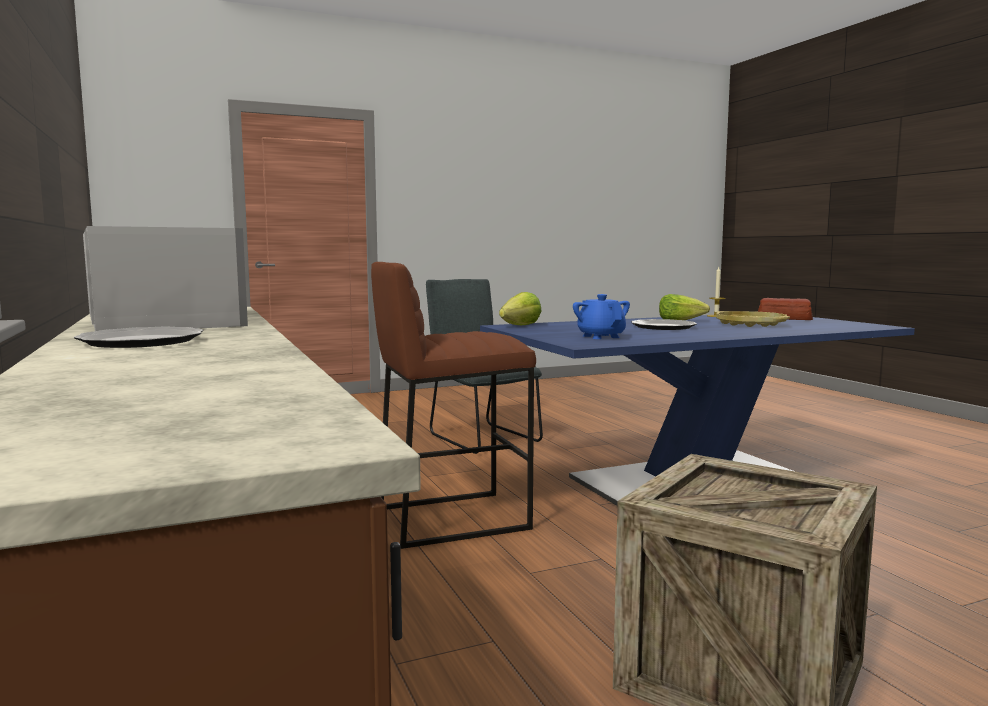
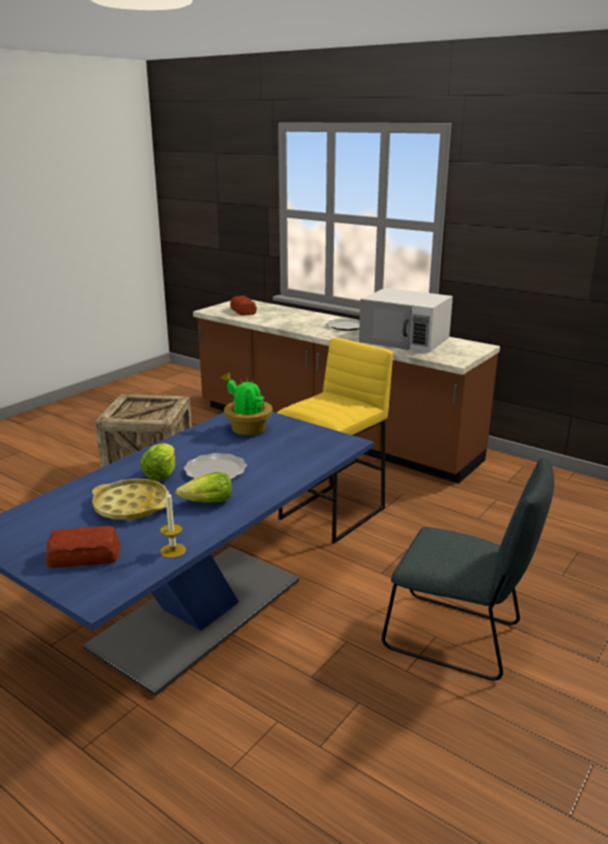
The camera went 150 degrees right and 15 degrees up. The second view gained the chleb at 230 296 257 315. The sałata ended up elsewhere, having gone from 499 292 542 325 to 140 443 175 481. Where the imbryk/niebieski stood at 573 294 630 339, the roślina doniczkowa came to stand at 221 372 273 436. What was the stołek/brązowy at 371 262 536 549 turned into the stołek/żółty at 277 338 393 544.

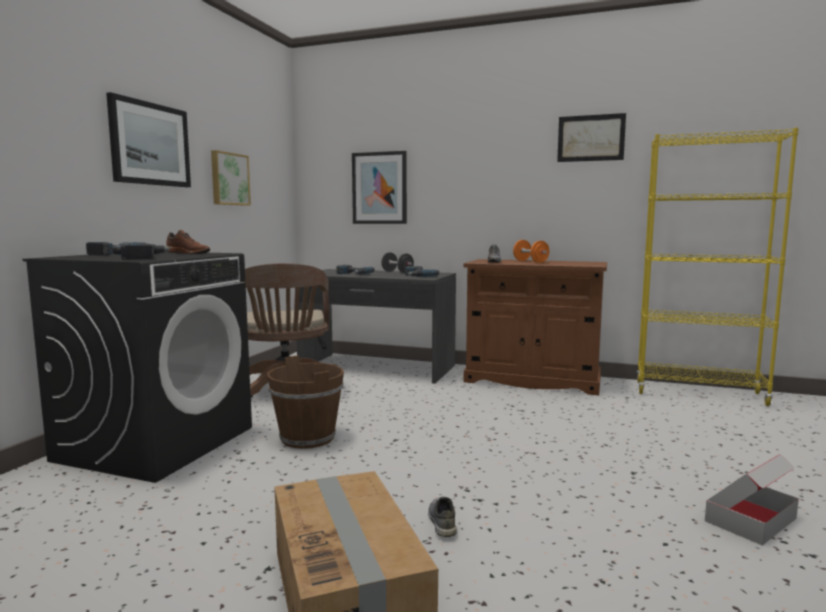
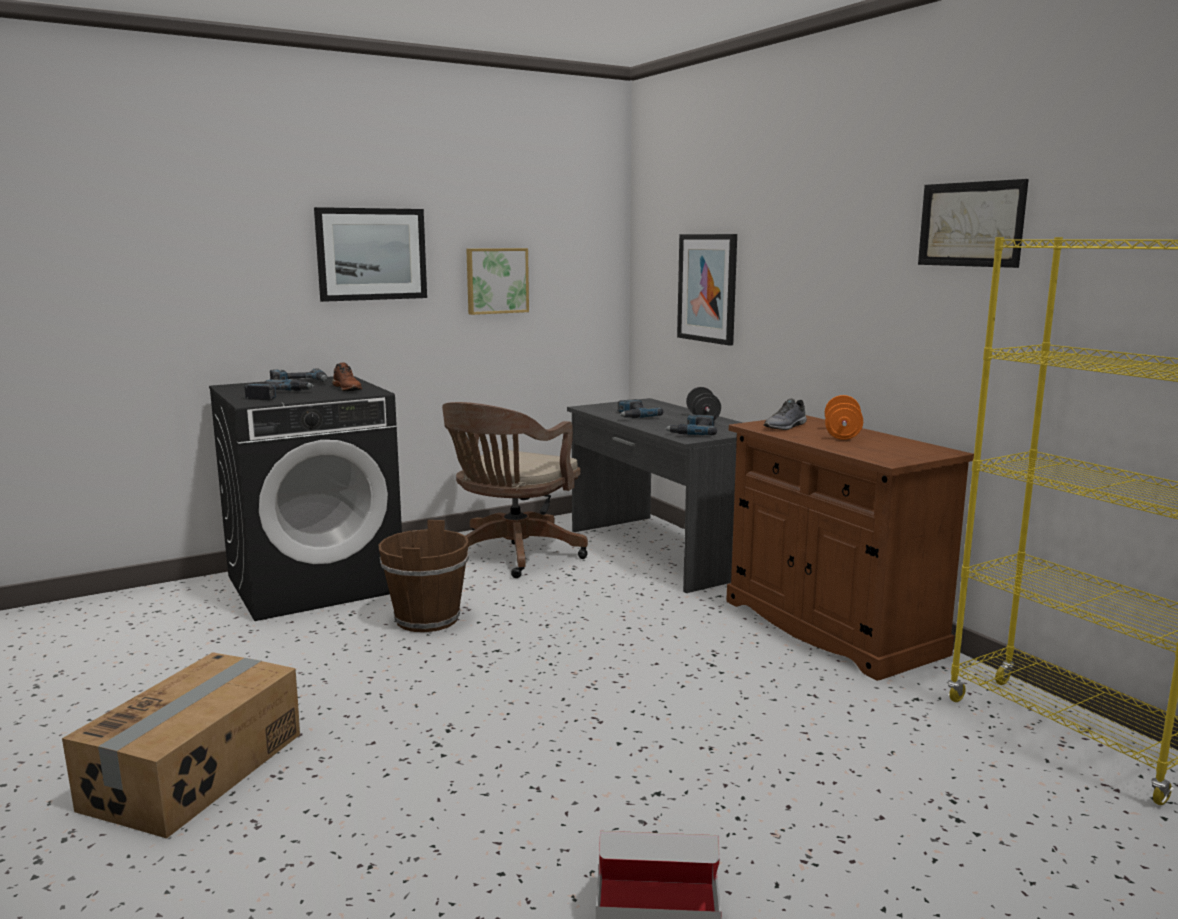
The camera went 40 degrees right and 5 degrees up. The second view lost the but/szary at 428 497 457 537.

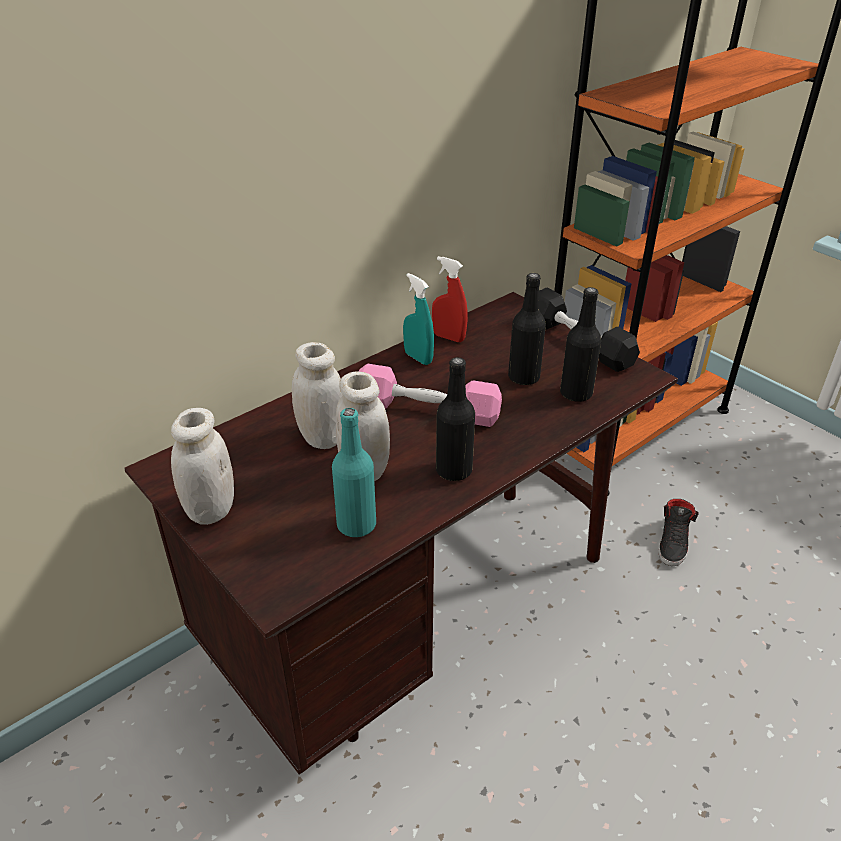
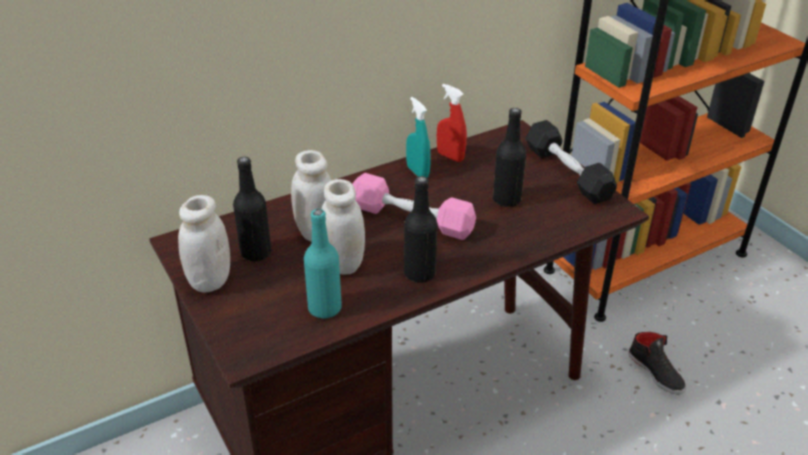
The camera went 10 degrees right and 0 degrees up. The butelka/czarny ended up elsewhere, having gone from 560 287 601 402 to 233 157 271 262. The but/czarny at 659 499 699 566 ended up facing another way, 60 degrees counterclockwise from before.

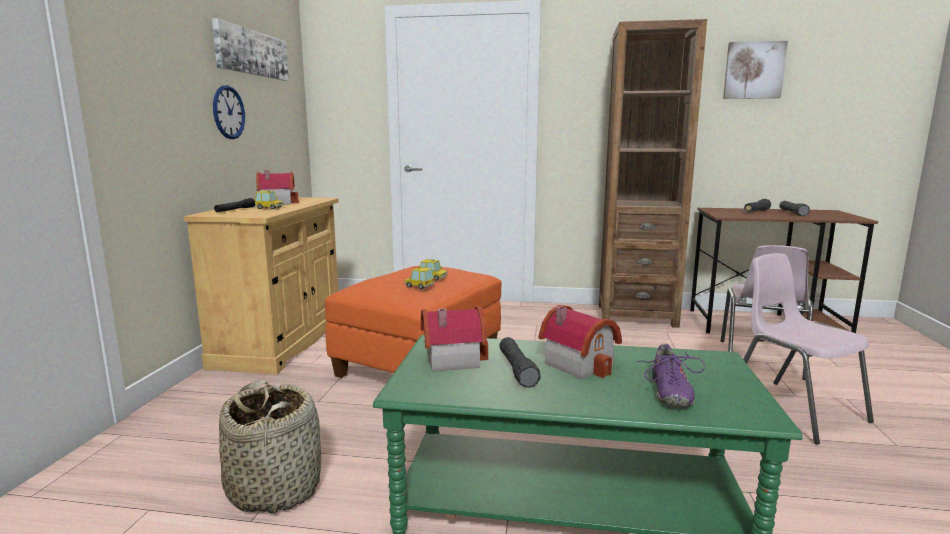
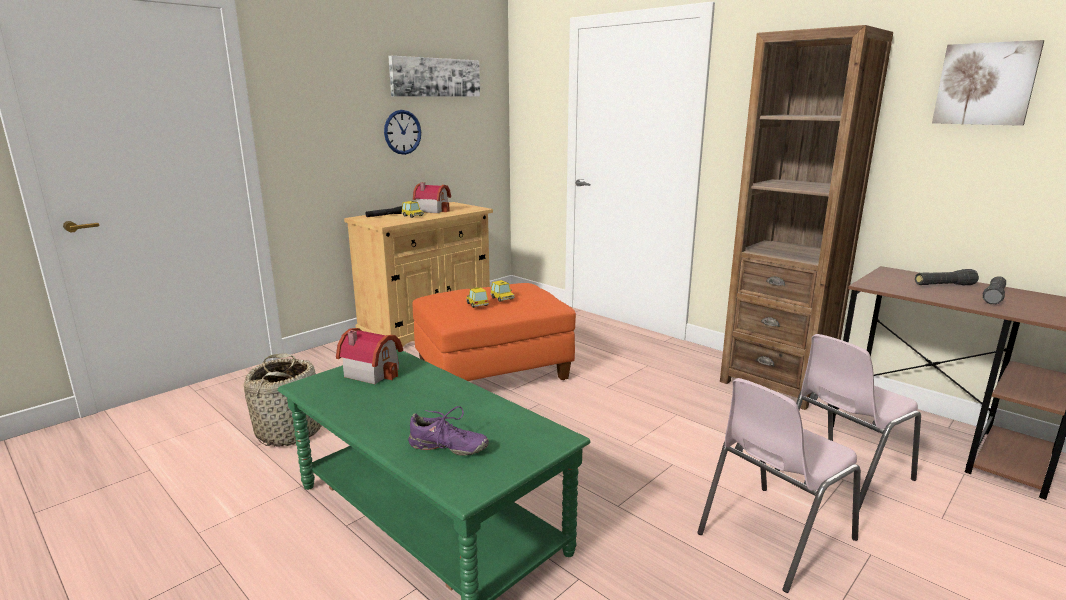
The camera went 35 degrees right and 5 degrees up. The second view lost the latarka/czarny at 499 337 541 388. The second view lost the domek at 539 305 622 379. The but/fioletowy at 637 344 705 407 ended up facing another way, 120 degrees counterclockwise from before. The krzesło/różowy at 743 253 874 444 ended up facing another way, 135 degrees counterclockwise from before.

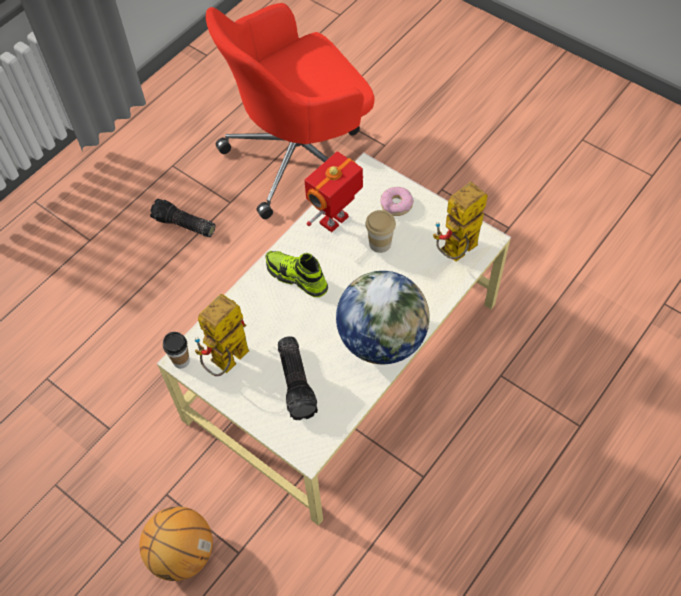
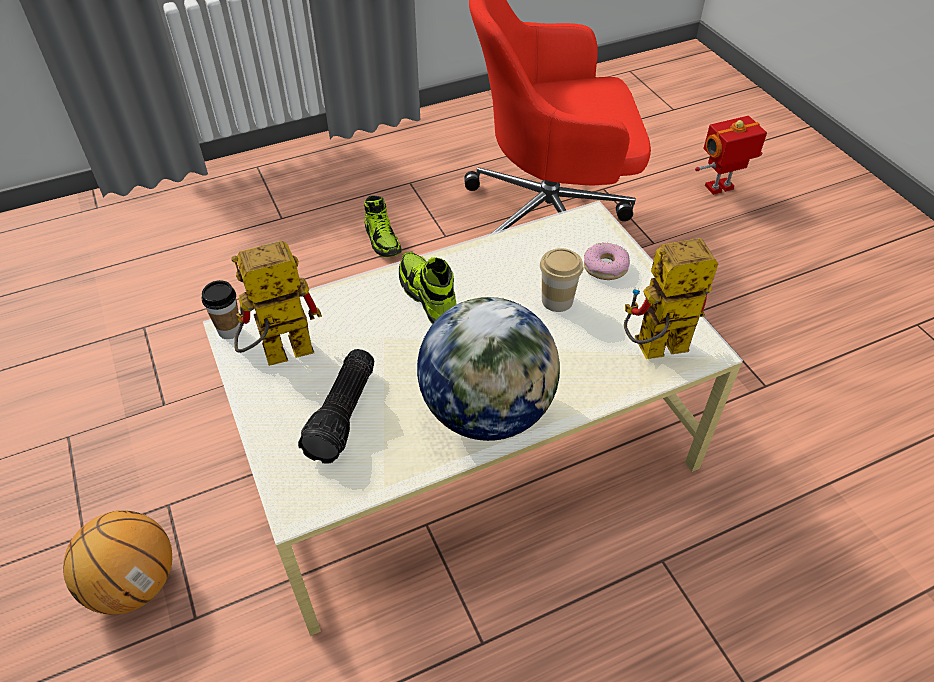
The camera went 25 degrees right and 10 degrees down. The robot zabawkowy ended up elsewhere, having gone from 304 151 363 232 to 695 116 767 195. Where the latarka stood at 150 199 215 237, the but came to stand at 364 196 402 257.

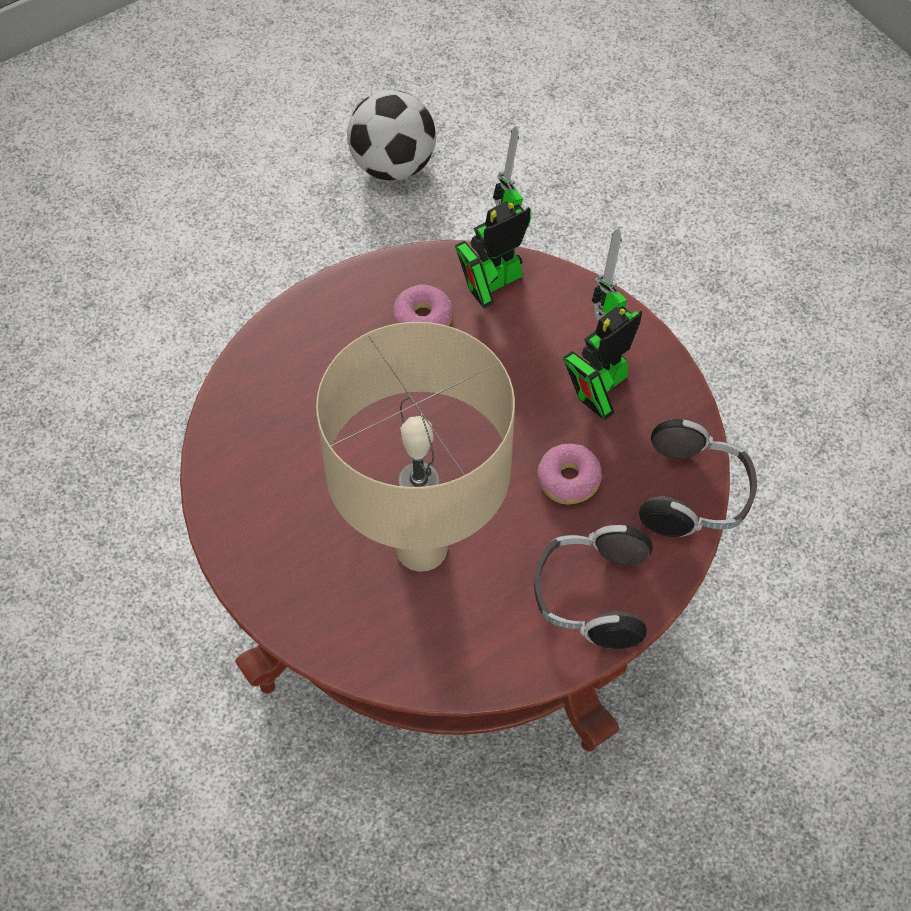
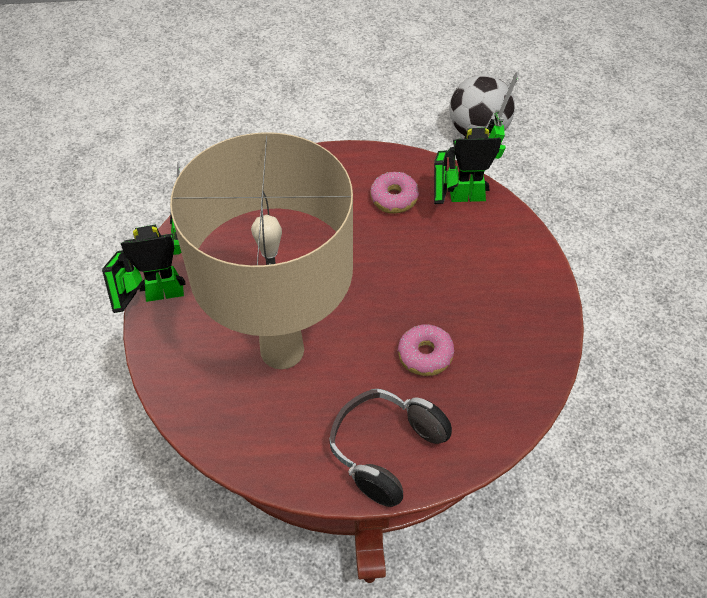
The camera went 30 degrees right and 5 degrees down. The second view lost the słuchawki at 639 419 757 537. The robot zabawkowy ended up elsewhere, having gone from 563 229 642 420 to 102 161 186 313.

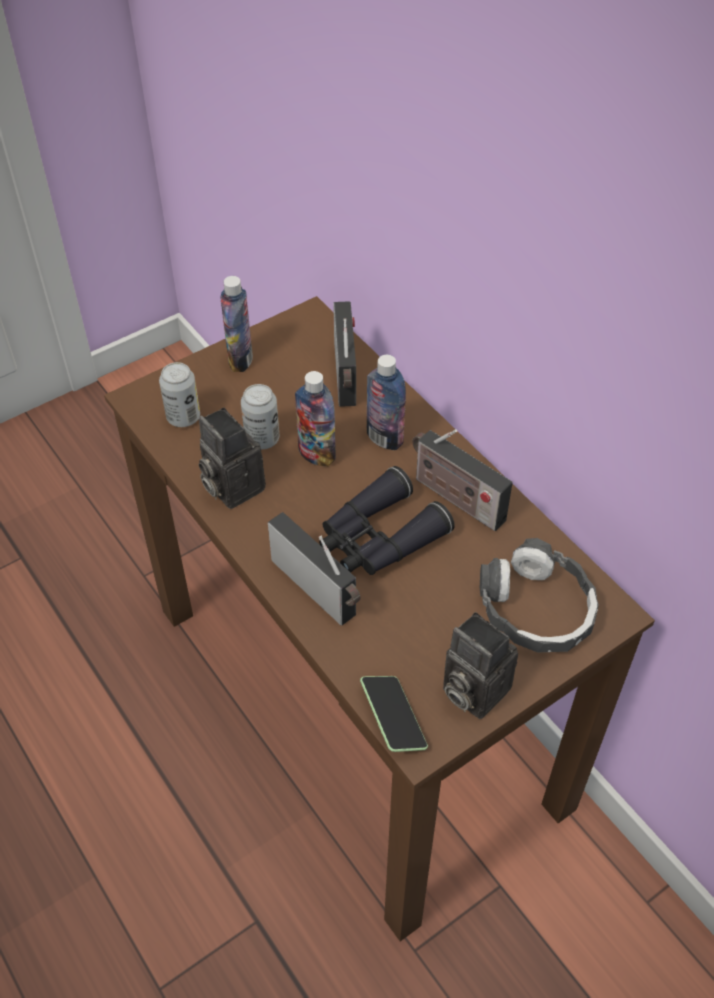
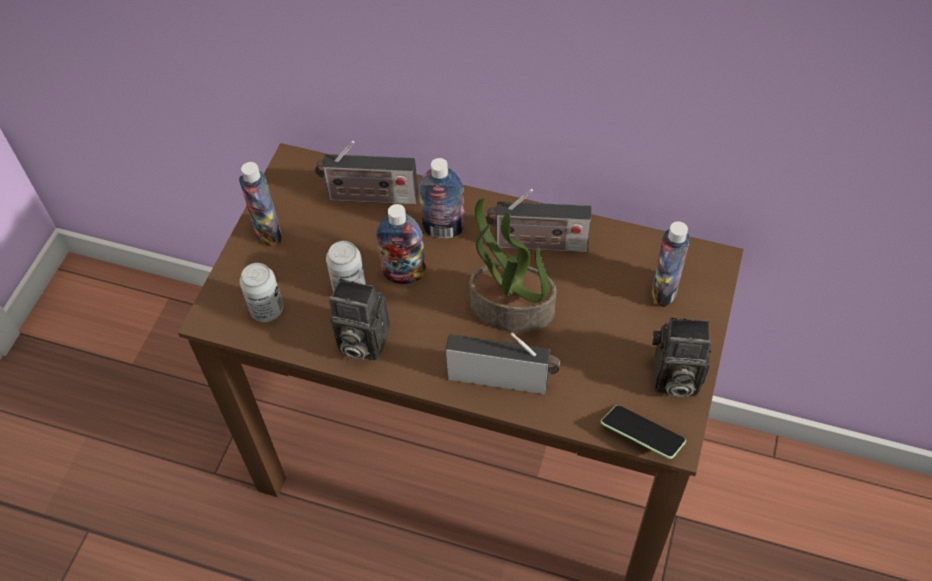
The camera went 35 degrees left and 5 degrees up. Where the lornetka/czarny stood at 319 466 455 575, the roślina doniczkowa came to stand at 469 198 557 332. Where the słuchawki stood at 480 538 599 652, the butelka came to stand at 651 221 690 307. The radio at 333 301 356 407 ended up facing another way, 135 degrees clockwise from before.

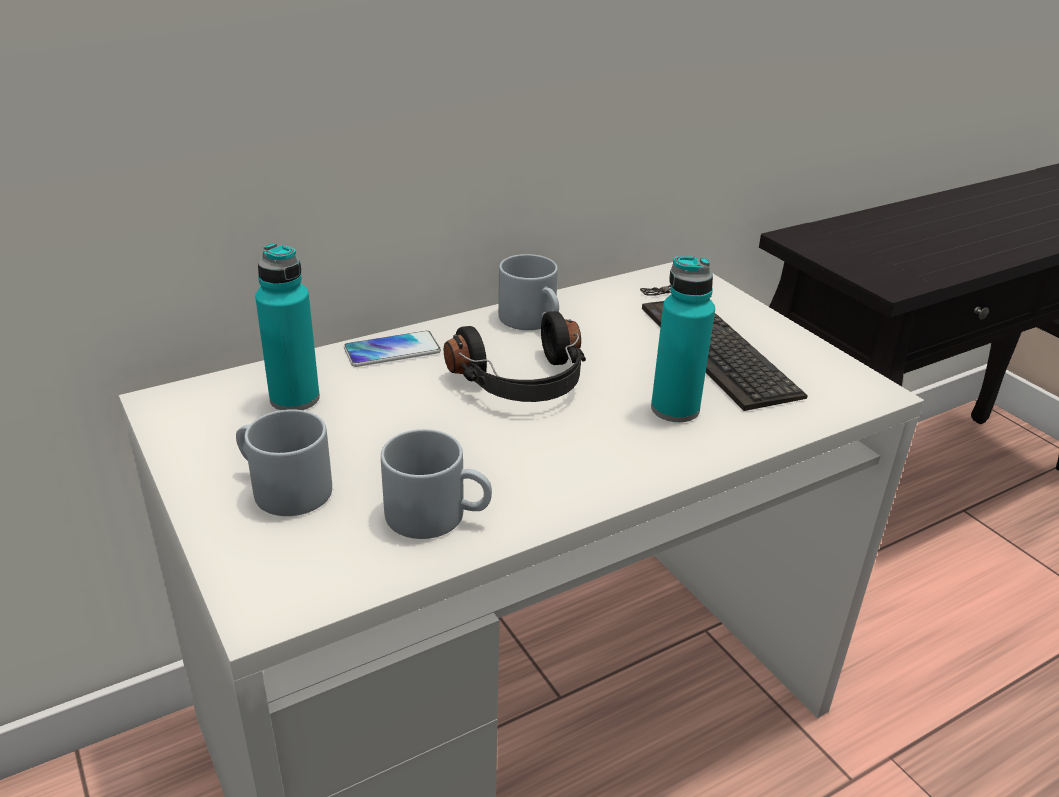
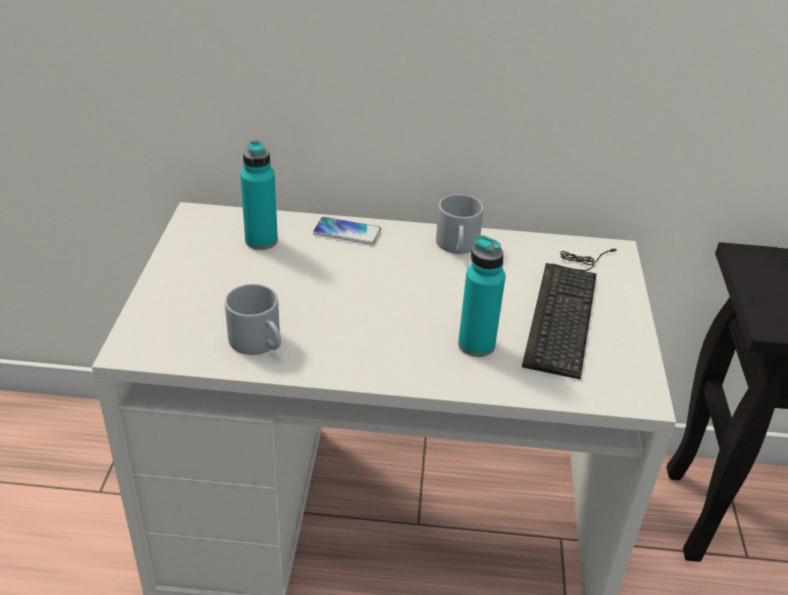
The camera went 35 degrees right and 5 degrees up. The second view lost the kubek/szary at 236 409 332 516. The second view lost the słuchawki/czarny at 444 311 586 402.

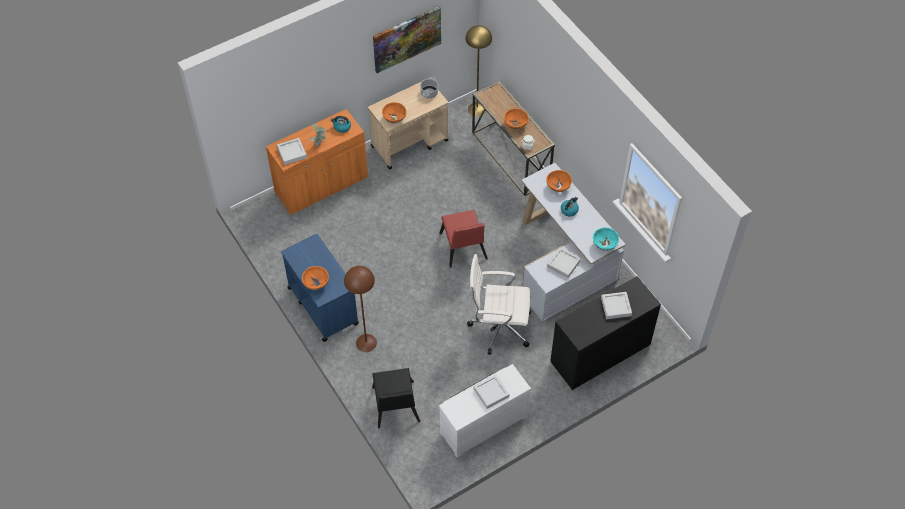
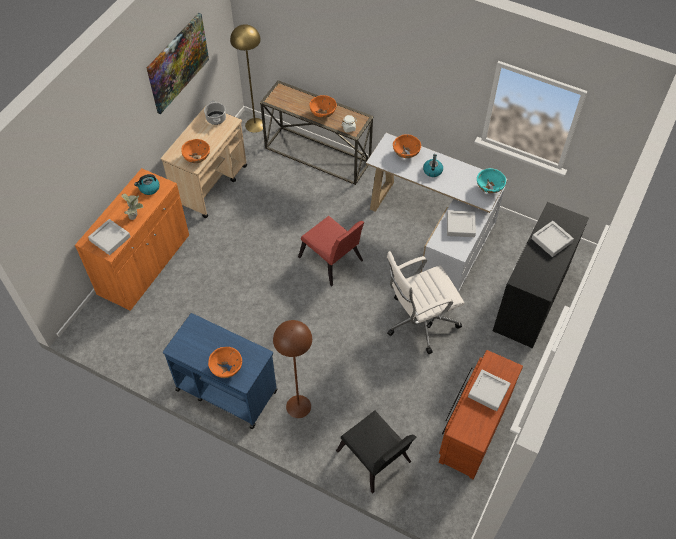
The camera went 30 degrees left and 0 degrees up. What was the komoda/biały at 439 364 531 458 turned into the komoda/brązowy at 439 350 523 479.

